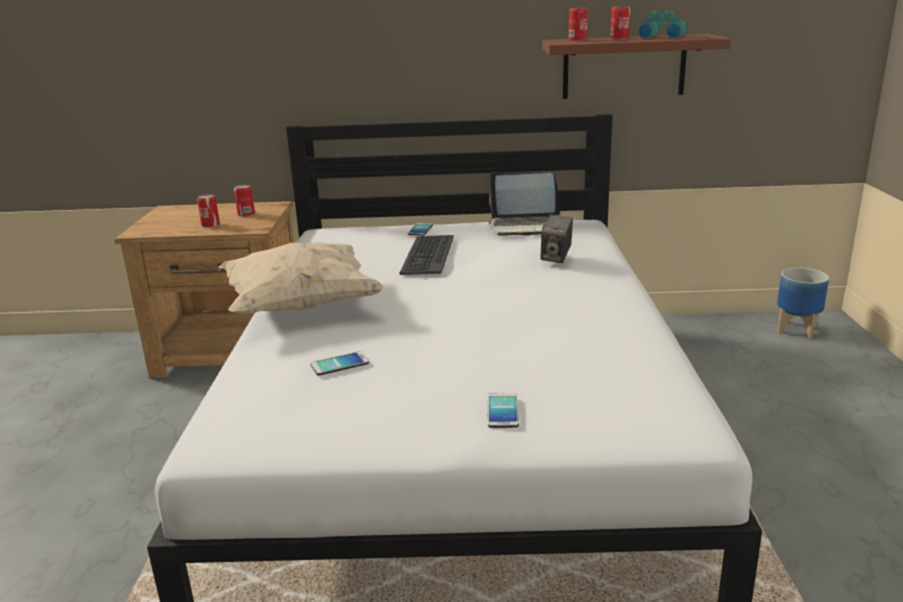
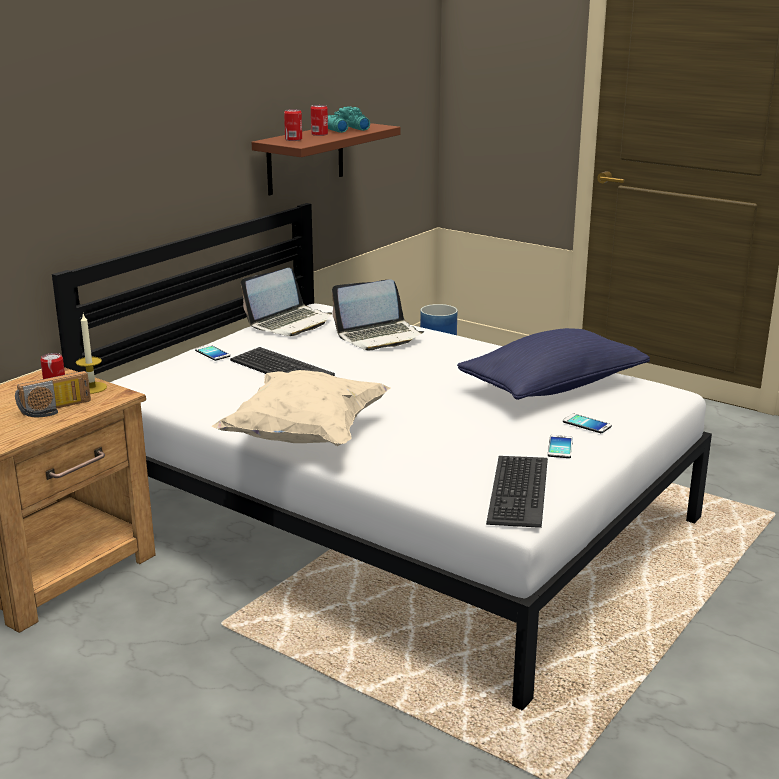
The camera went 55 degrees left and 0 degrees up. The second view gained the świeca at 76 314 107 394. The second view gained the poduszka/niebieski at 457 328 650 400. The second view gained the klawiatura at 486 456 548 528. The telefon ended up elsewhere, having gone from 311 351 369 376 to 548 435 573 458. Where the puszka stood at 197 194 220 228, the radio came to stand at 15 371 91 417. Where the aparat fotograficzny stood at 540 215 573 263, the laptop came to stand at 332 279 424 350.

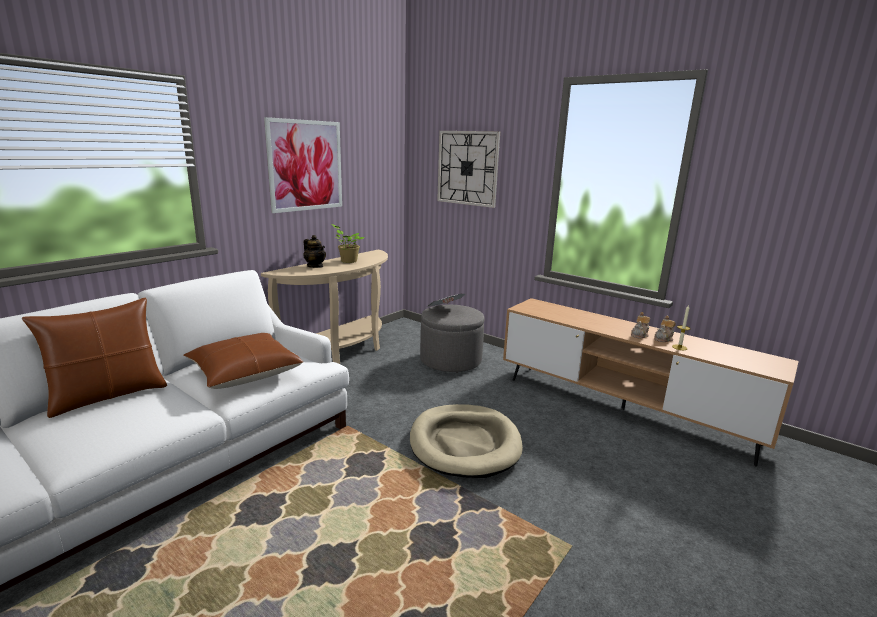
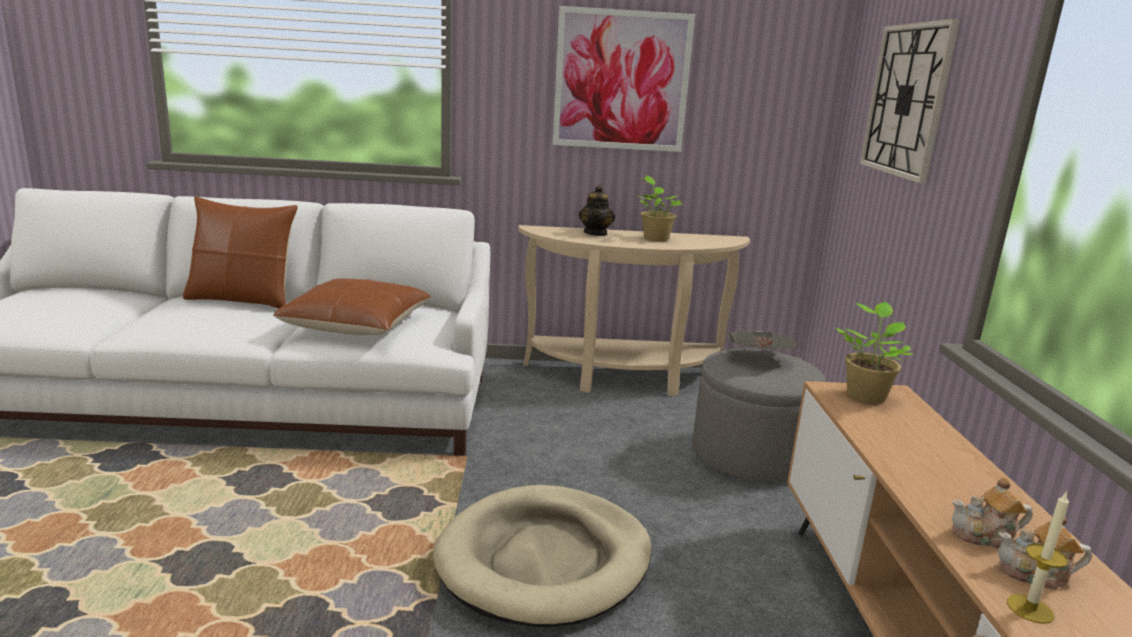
The camera went 50 degrees right and 0 degrees up. The second view gained the roślina doniczkowa at 836 302 914 404.

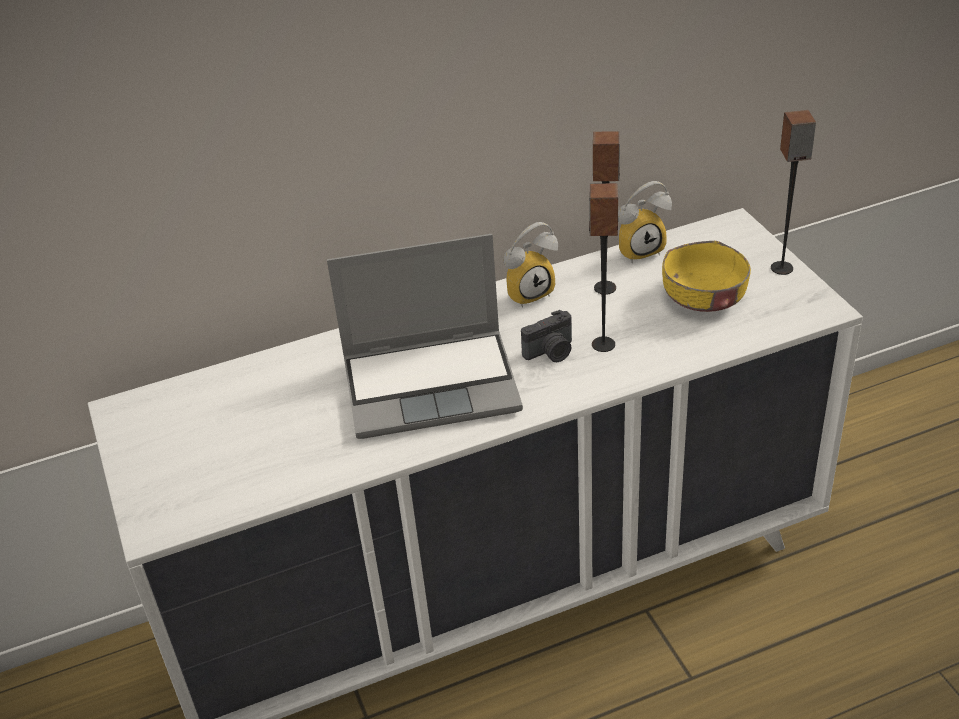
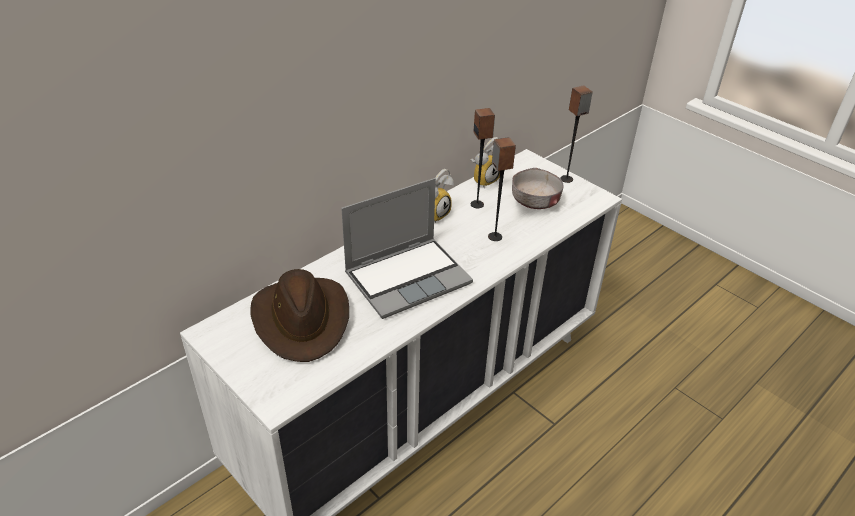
The camera went 25 degrees left and 0 degrees up. The second view lost the aparat fotograficzny at 521 310 572 362. The second view gained the kapelusz/brązowy at 251 269 349 362. What was the miska/żółty at 662 241 751 312 turned into the miska/szary at 512 168 564 209.

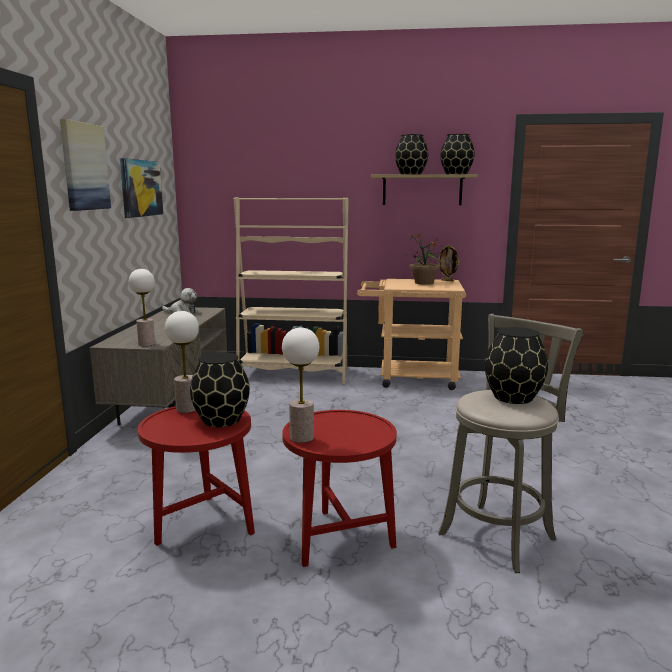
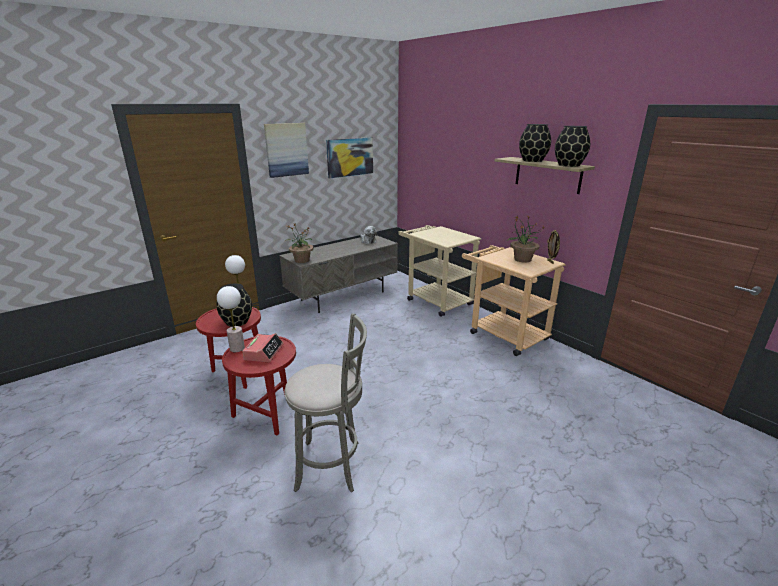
The camera went 45 degrees right and 10 degrees up. The second view lost the wazon/czarny at 485 327 548 404. The second view gained the budzik at 243 333 284 362. Where the lampa stołowa stood at 129 269 155 346, the roślina doniczkowa came to stand at 285 223 313 263. Where the regał/beżowy stood at 234 197 349 384, the wózek/beżowy came to stand at 398 225 481 317.

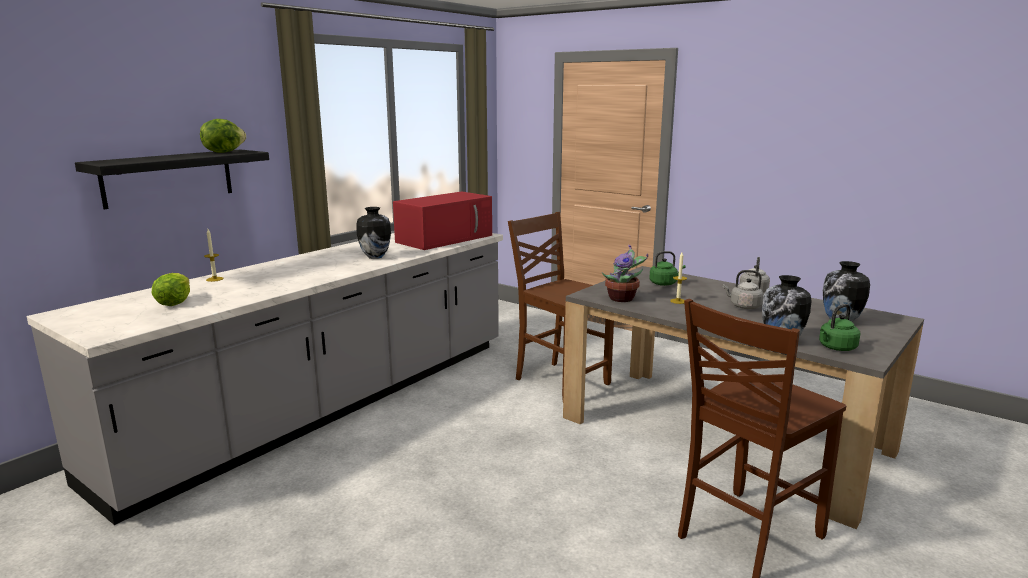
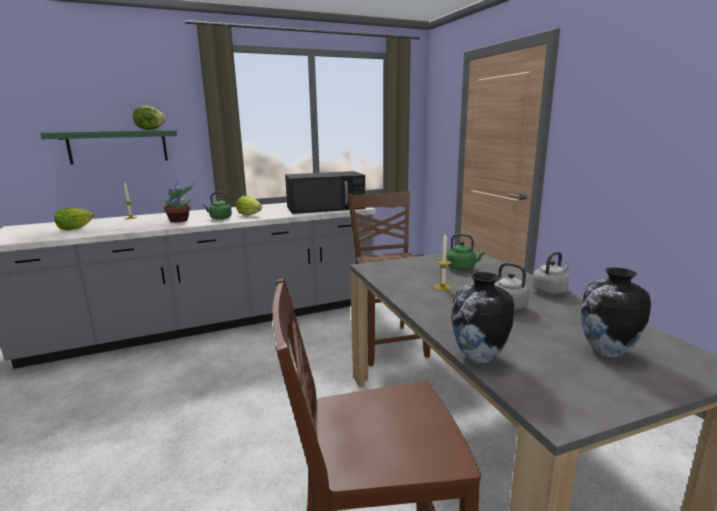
The camera went 30 degrees right and 0 degrees up. The roślina doniczkowa ended up elsewhere, having gone from 602 245 648 302 to 161 180 194 222. The czajnik/zielony ended up elsewhere, having gone from 819 304 860 351 to 203 192 232 220. Where the wazon stood at 356 207 391 259, the sałata came to stand at 236 196 262 215. What was the półka/czarny at 75 149 269 209 turned into the półka/zielony at 40 130 177 165. What was the mikrofalówka/czerwony at 393 191 492 250 turned into the mikrofalówka/czarny at 285 171 366 214.

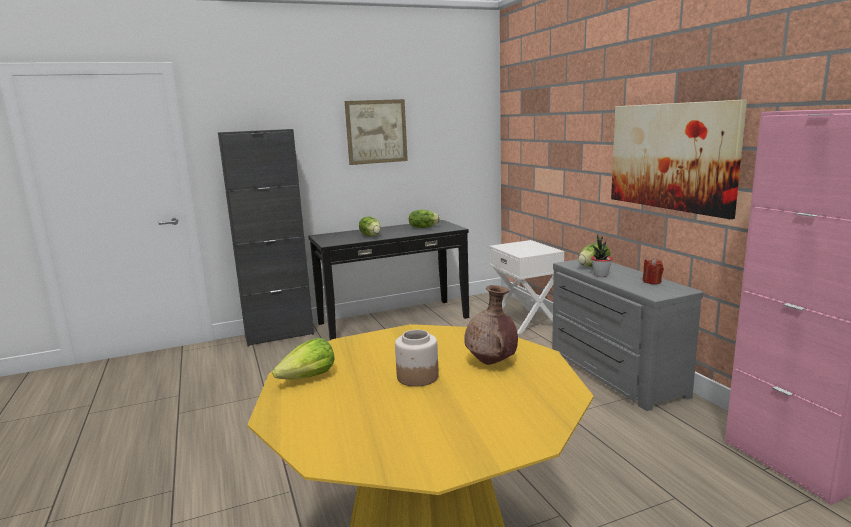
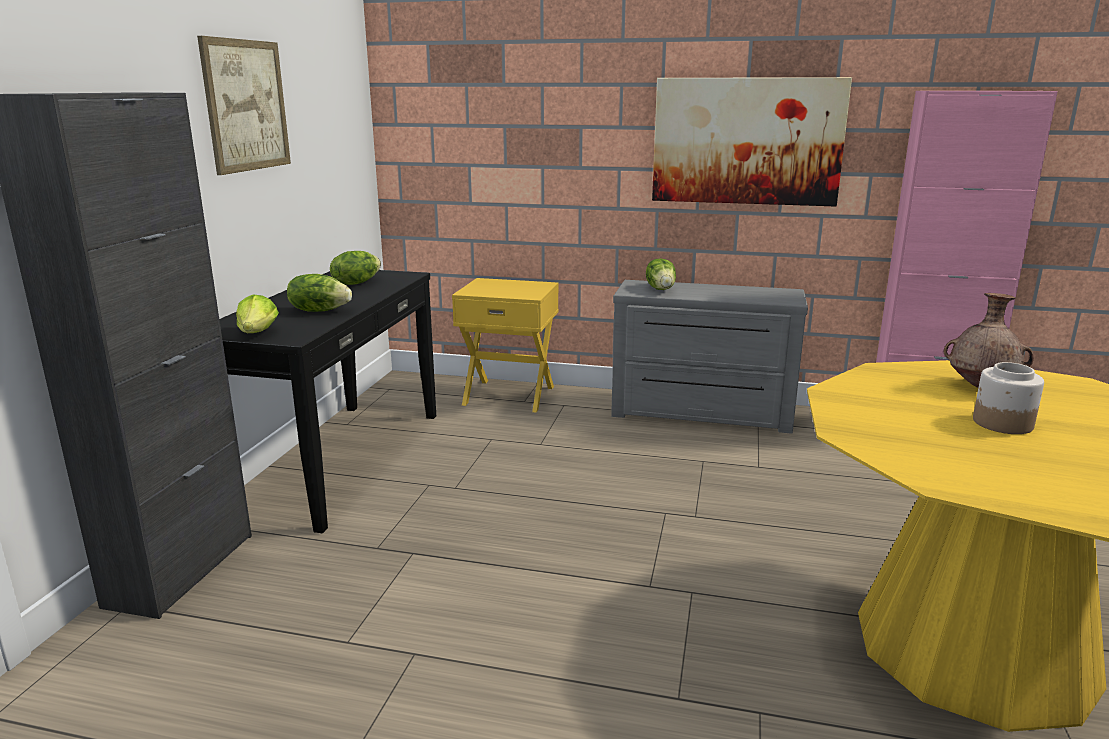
The camera went 55 degrees left and 5 degrees up. The second view lost the roślina doniczkowa at 591 235 613 277. The second view lost the świeca/czerwony at 643 258 664 284. The sałata ended up elsewhere, having gone from 272 338 335 380 to 236 294 279 333. What was the szafka nocna/biały at 489 240 564 334 turned into the szafka nocna/żółty at 452 278 559 413.

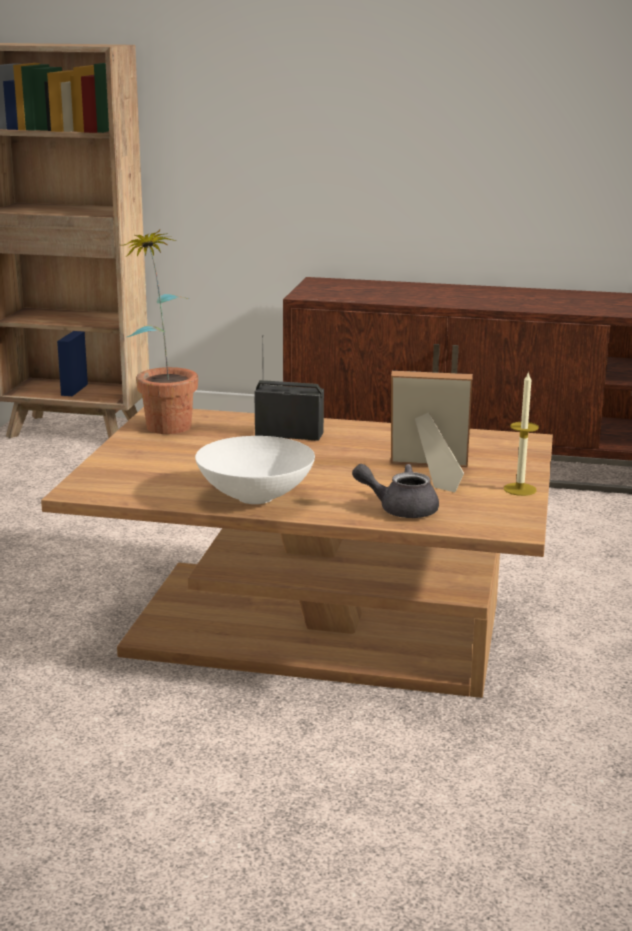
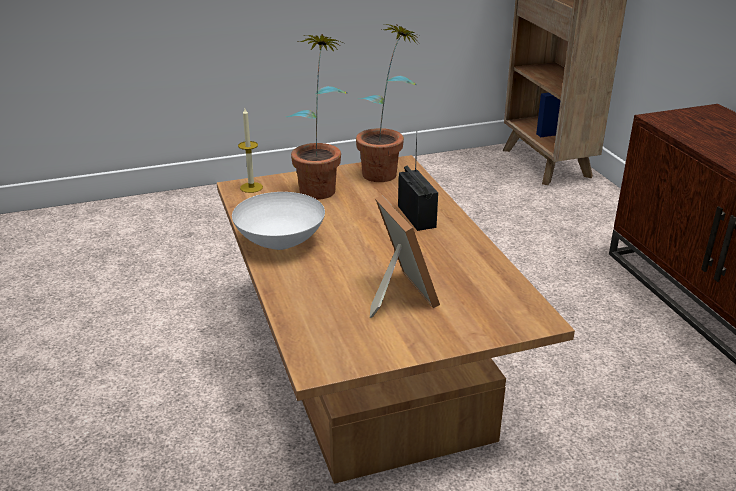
The camera went 60 degrees right and 10 degrees up. The second view lost the imbryk/szary at 352 464 439 518. The second view gained the roślina doniczkowa at 286 34 348 200. The świeca ended up elsewhere, having gone from 504 371 539 496 to 238 108 263 193.

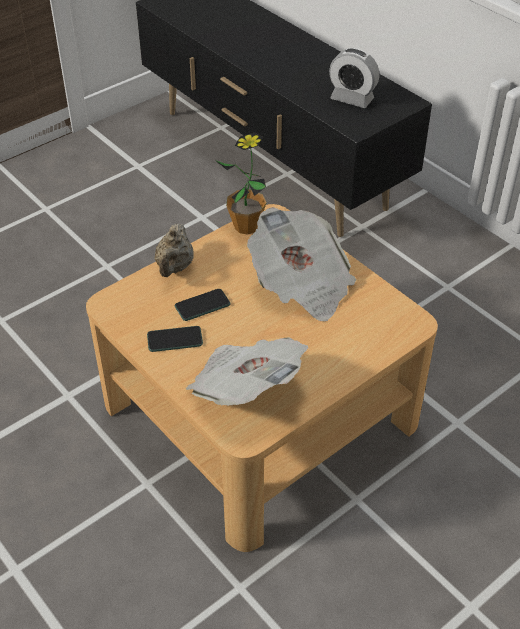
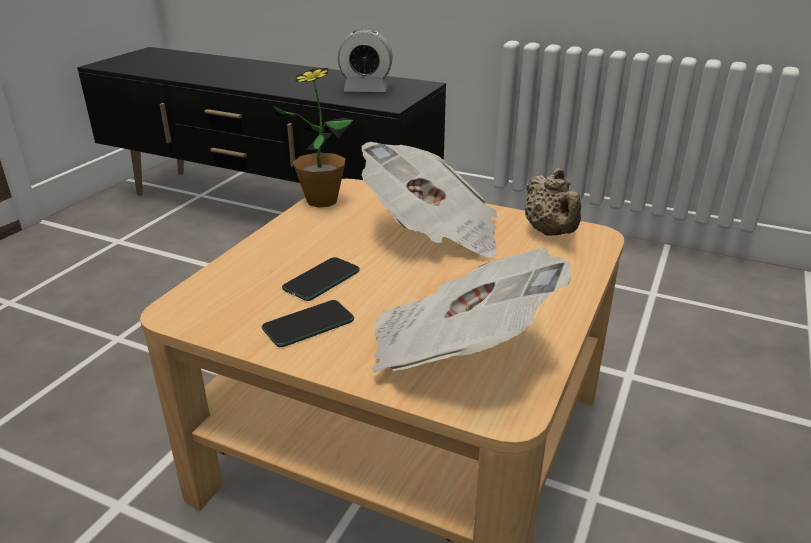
The camera went 25 degrees left and 15 degrees down. The imbryk/beżowy ended up elsewhere, having gone from 154 224 194 277 to 525 168 581 235.

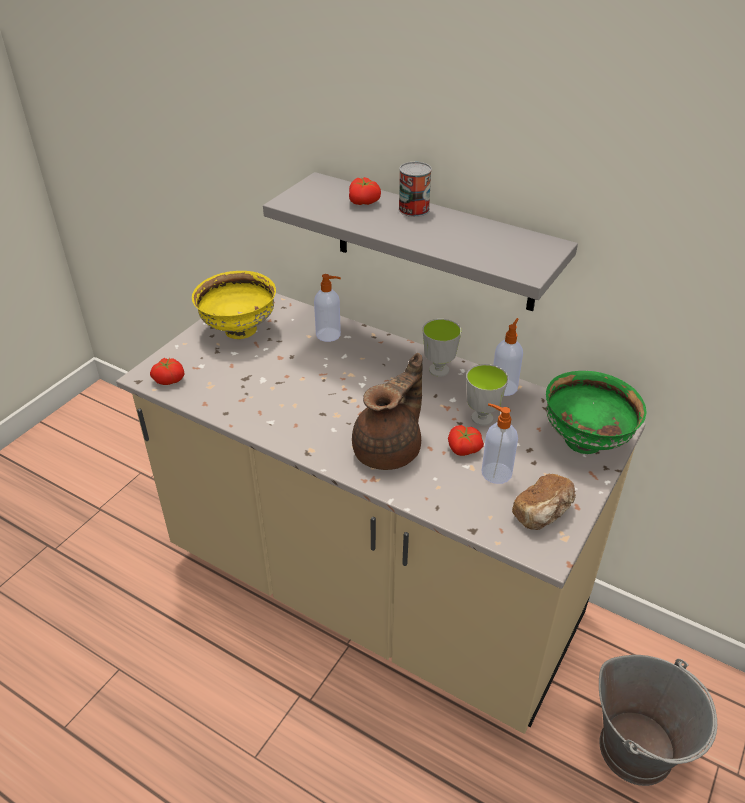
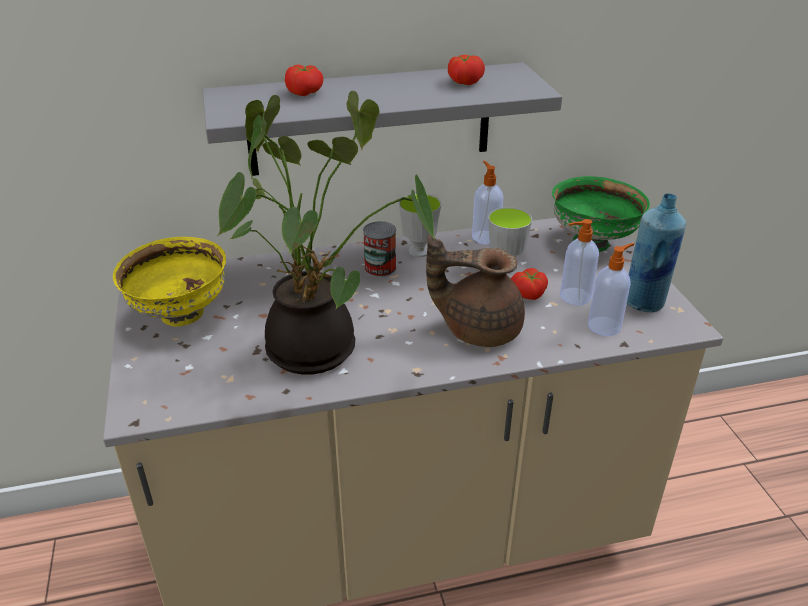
The camera went 45 degrees left and 5 degrees down. The second view lost the wiadro/szary at 599 655 717 786. The second view gained the roślina doniczkowa at 217 91 435 375. The pomidor ended up elsewhere, having gone from 150 358 184 385 to 448 55 485 85. The dozownik mydła ended up elsewhere, having gone from 314 274 341 342 to 588 243 635 336. The puszka ended up elsewhere, having gone from 398 162 432 217 to 363 221 396 277. Where the chleb stood at 512 474 576 530, the butelka/niebieski came to stand at 627 194 686 312. The imbryk/brązowy at 352 353 422 470 ended up facing another way, 75 degrees counterclockwise from before.

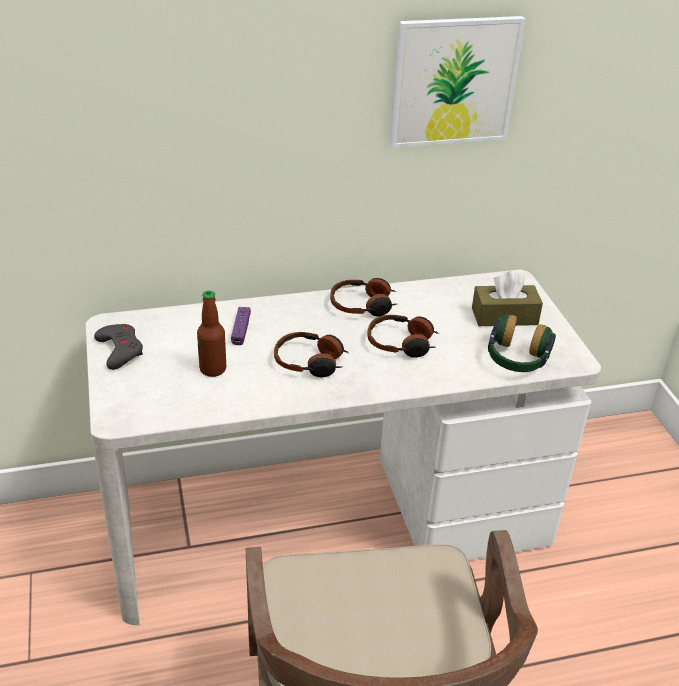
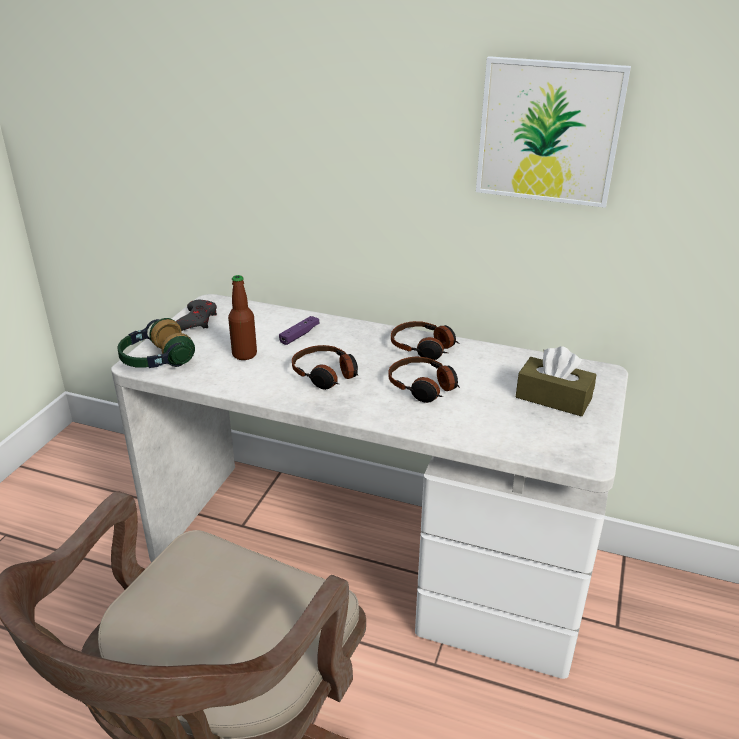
The camera went 35 degrees right and 5 degrees down. The słuchawki ended up elsewhere, having gone from 488 314 556 372 to 117 318 195 368.

